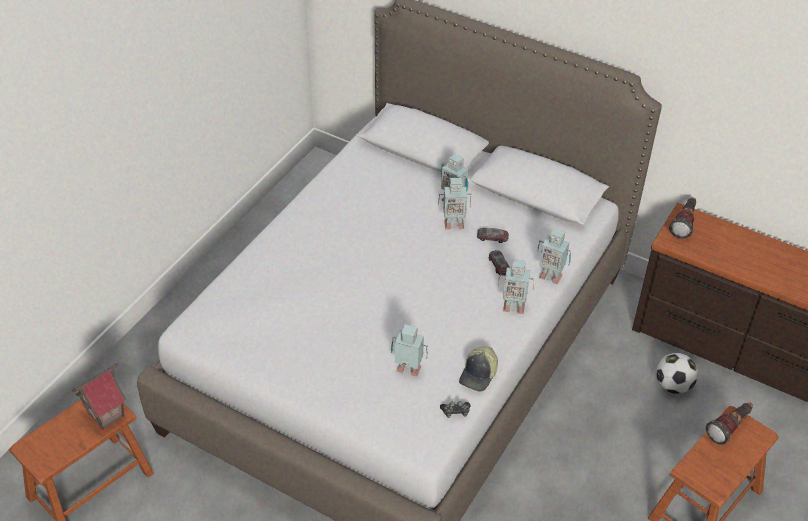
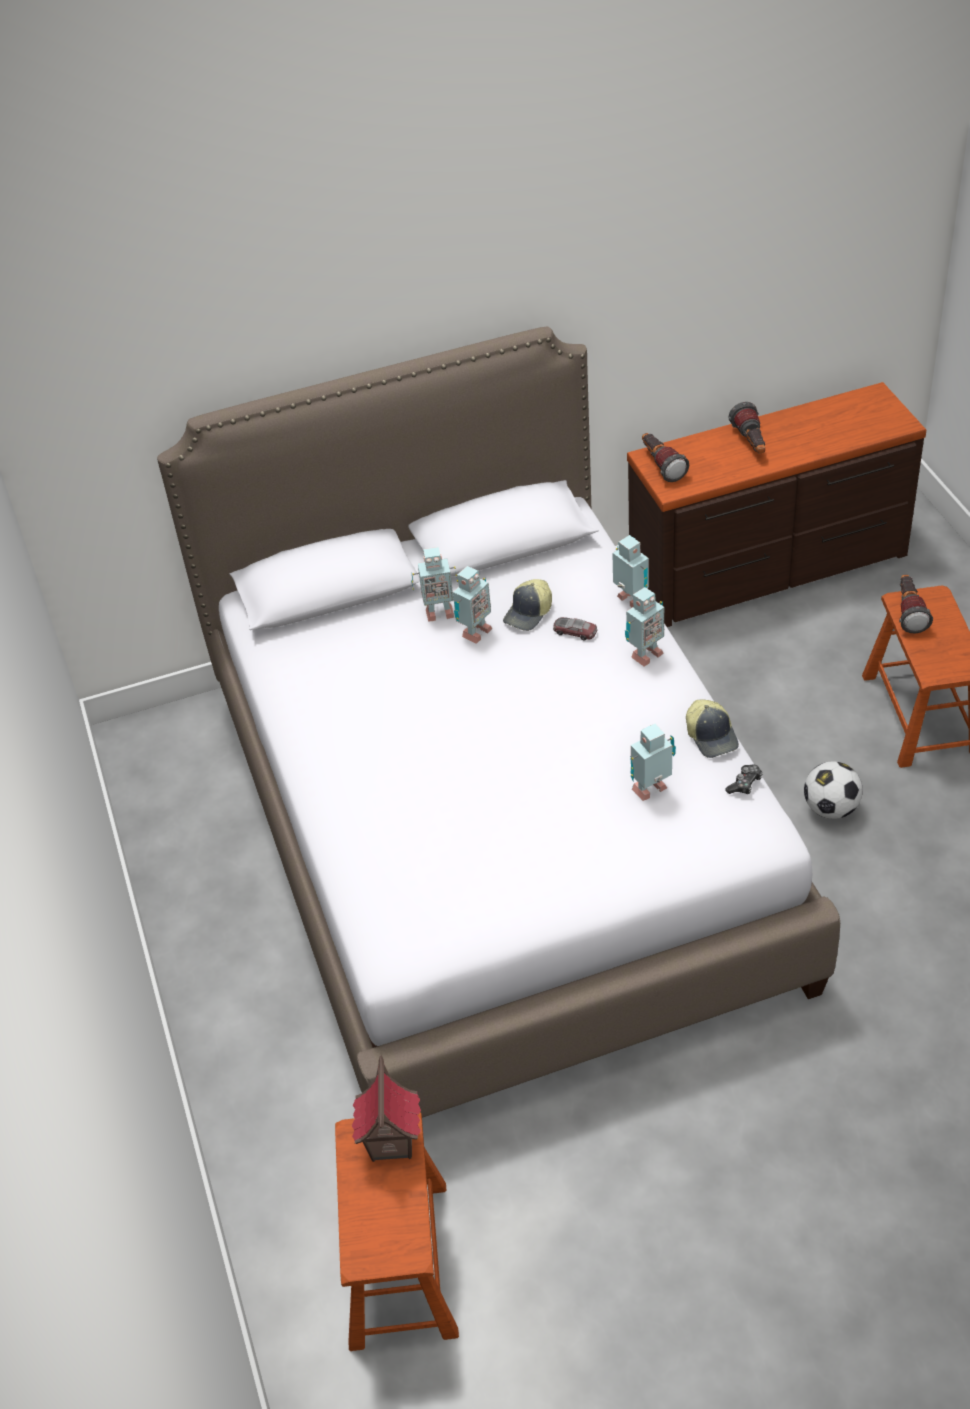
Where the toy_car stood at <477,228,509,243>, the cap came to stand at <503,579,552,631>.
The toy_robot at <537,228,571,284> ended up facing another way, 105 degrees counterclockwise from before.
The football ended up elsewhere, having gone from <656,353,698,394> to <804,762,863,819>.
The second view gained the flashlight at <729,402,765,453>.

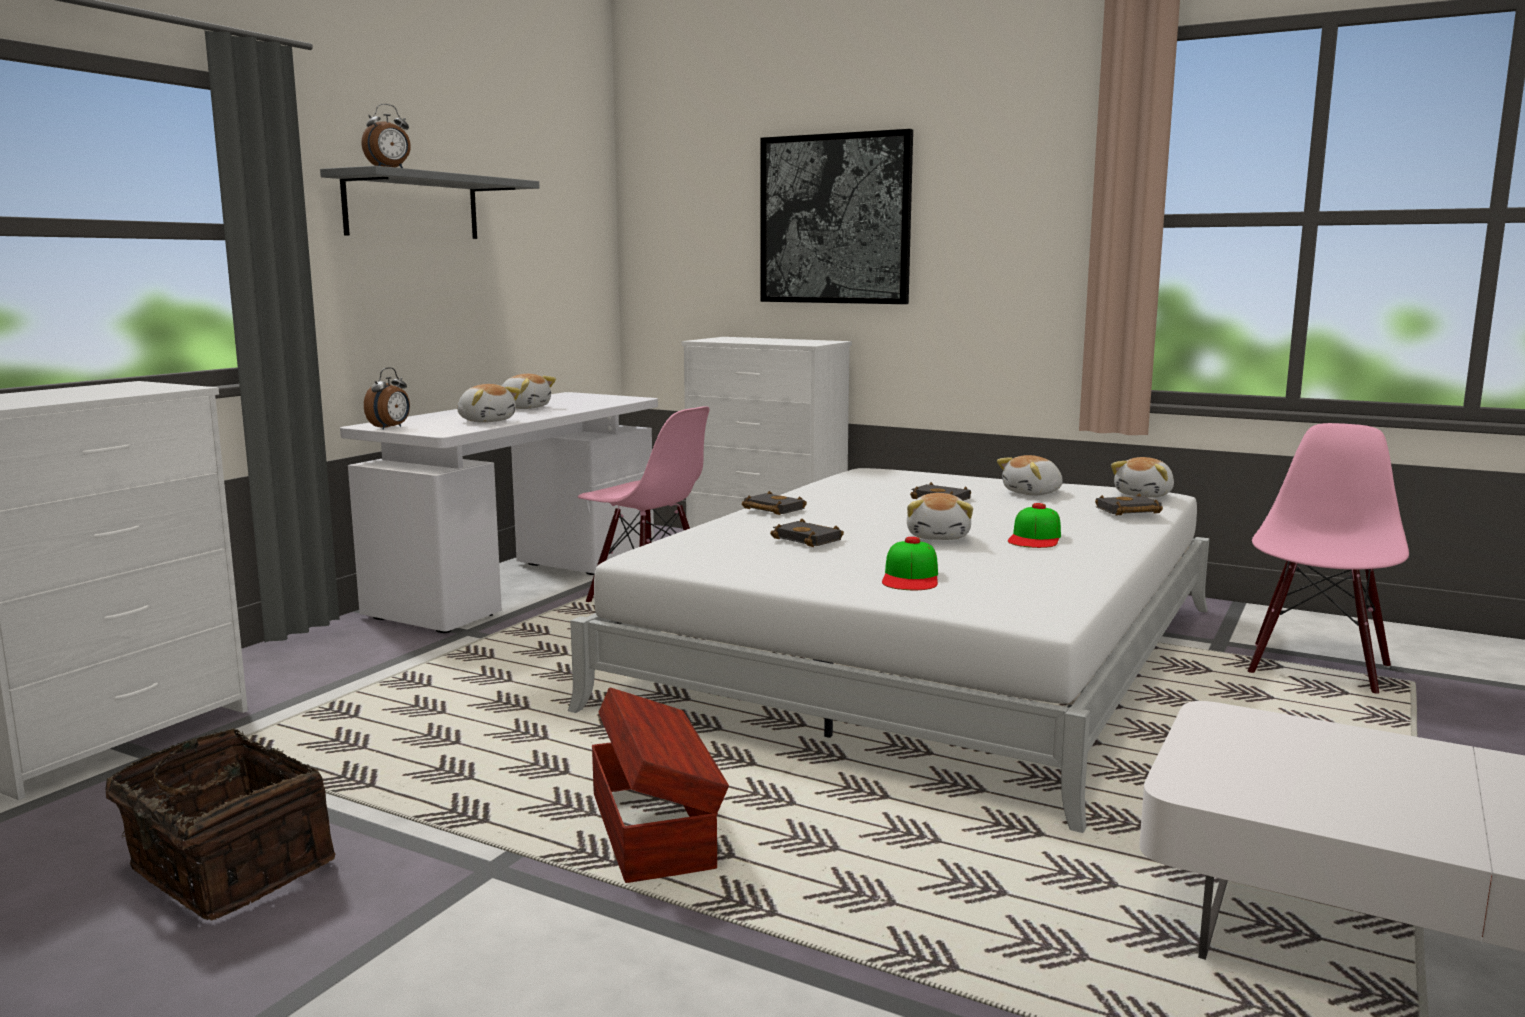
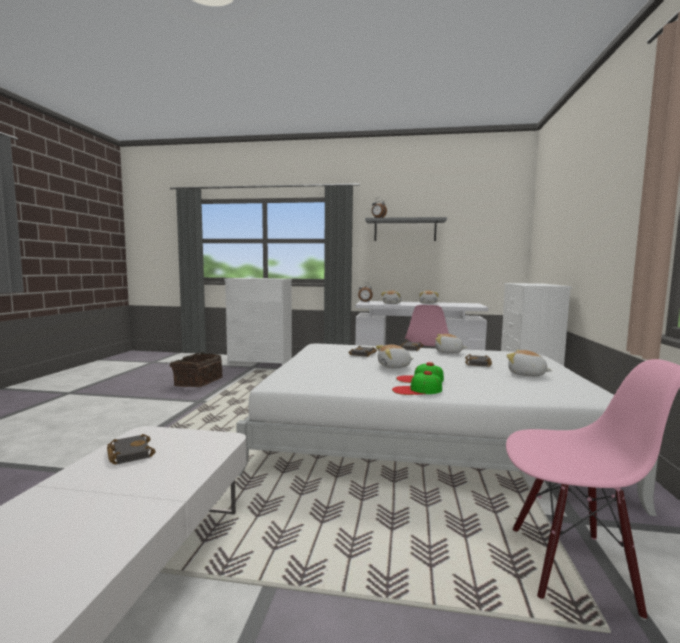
The second view lost the brown_storage_box at <592,687,729,883>.
The second view lost the picture at <760,129,913,304>.
The cap ended up elsewhere, having gone from <882,537,938,590> to <392,371,442,395>.
The black_book ended up elsewhere, having gone from <1095,493,1163,515> to <107,434,156,464>.
The plush_toy ended up elsewhere, having gone from <1111,457,1174,498> to <435,334,467,353>.

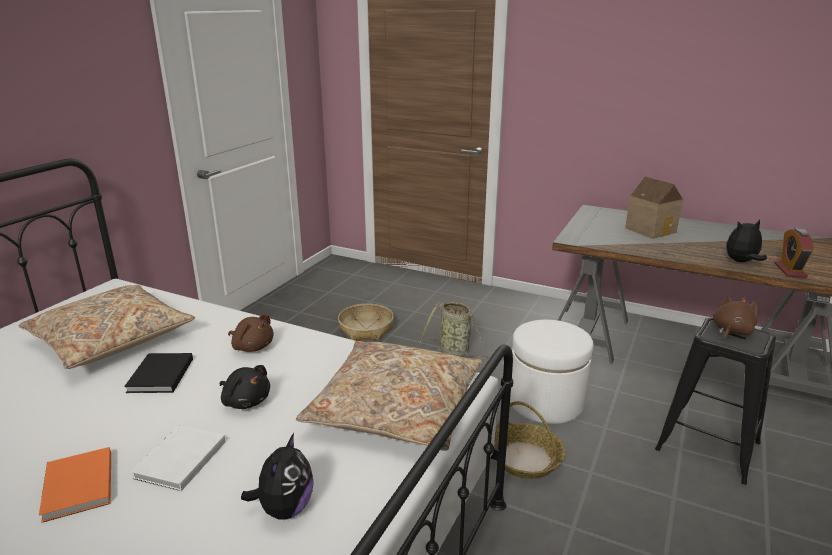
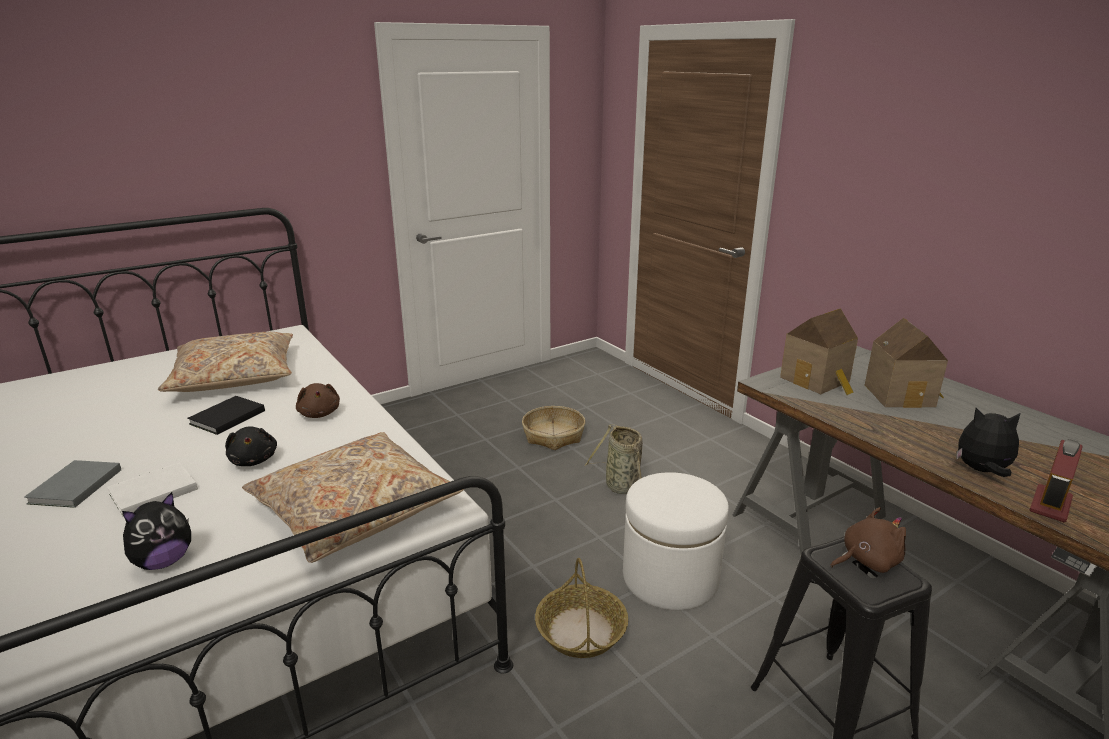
What was the orange_book at <39,447,111,523> turned into the grey_book at <24,460,121,508>.
The second view gained the toy_house at <780,308,858,395>.

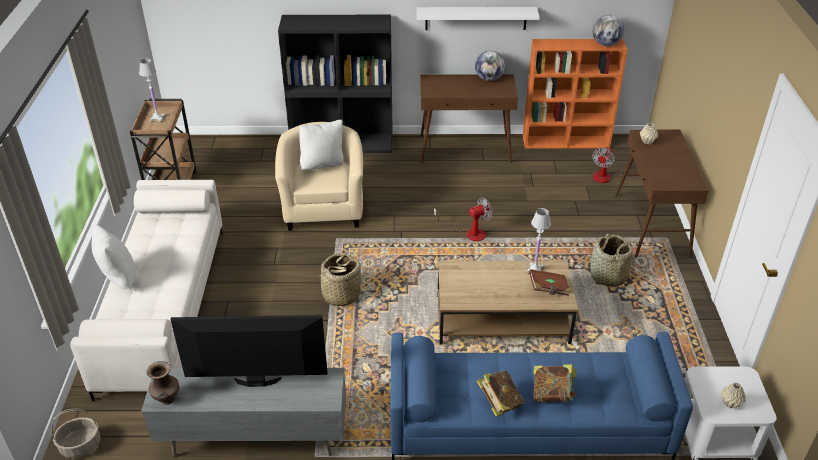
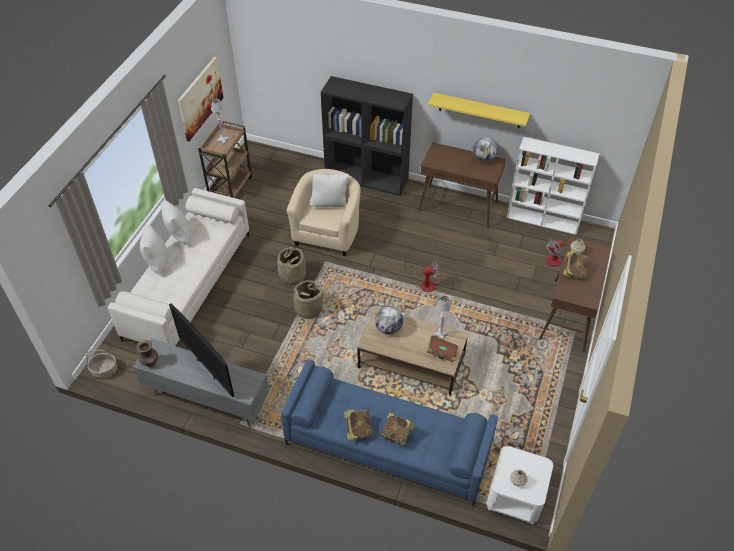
The television at <171,315,327,387> ended up facing another way, 150 degrees counterclockwise from before.
What was the white_shelf at <416,7,540,30> turned into the yellow_shelf at <428,93,530,128>.
What was the orange_bookcase at <523,39,628,149> turned into the white_bookcase at <506,137,600,235>.
The basket ended up elsewhere, having gone from <590,234,633,287> to <277,247,306,286>.
The globe ended up elsewhere, having gone from <593,15,624,46> to <375,306,403,334>.
The second view gained the white_pillow at <162,200,191,245>.
The second view gained the picture at <178,57,223,141>.
The second view gained the book at <563,250,589,280>.

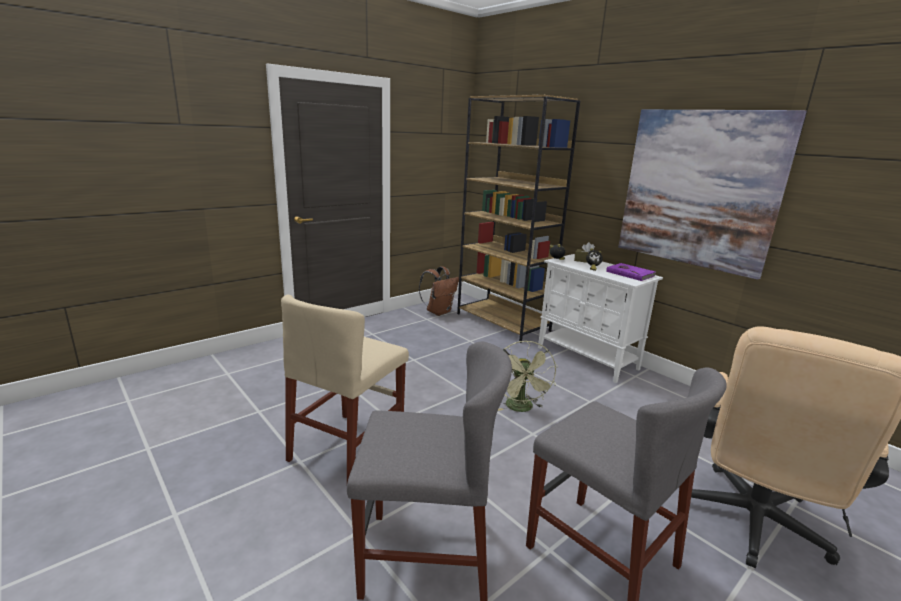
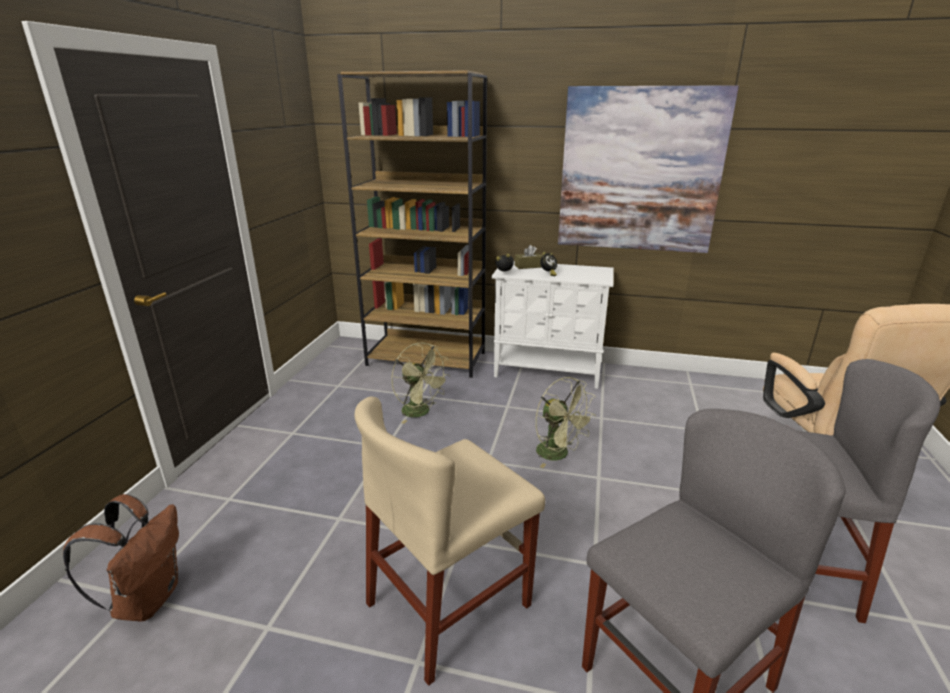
The beige_chair at <281,294,409,482> ended up facing another way, 60 degrees clockwise from before.
The brown_backpack ended up elsewhere, having gone from <419,266,459,316> to <63,494,179,621>.
The second view lost the purple_book at <606,263,656,281>.
The second view gained the green_fan at <392,343,451,424>.

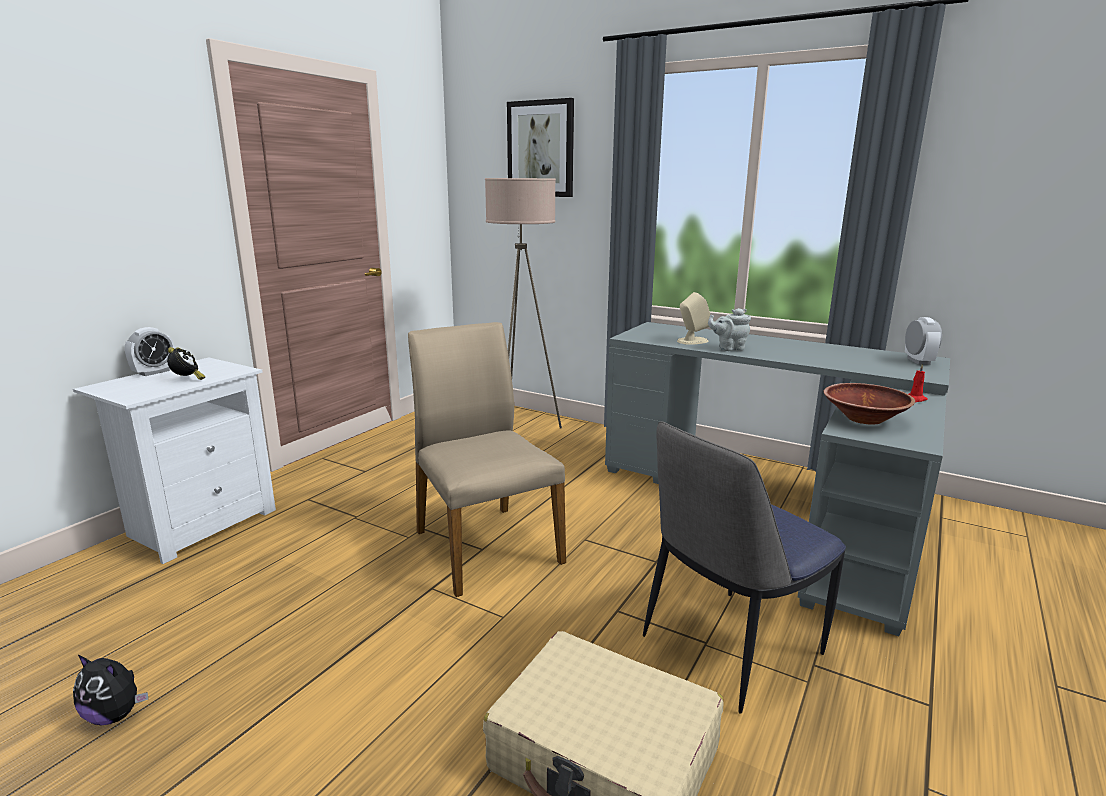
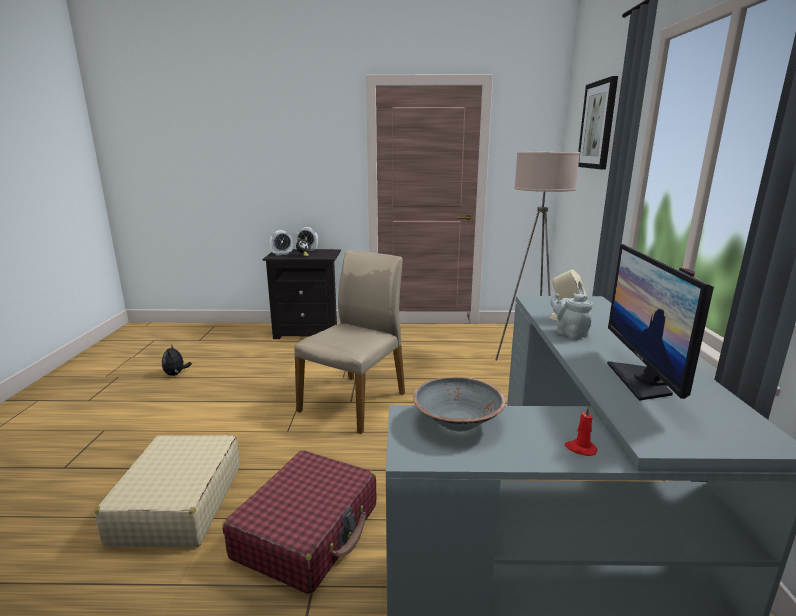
What was the white_nightstand at <73,357,276,564> turned into the black_nightstand at <263,249,341,339>.
Where the chair stood at <643,421,846,714>, the red_suitcase came to stand at <223,450,377,595>.
What was the brown_bowl at <824,383,915,425> turned into the grey_bowl at <413,377,506,431>.
The alarm_clock ended up elsewhere, having gone from <905,317,942,365> to <270,230,293,256>.
The second view gained the monitor at <607,244,714,401>.

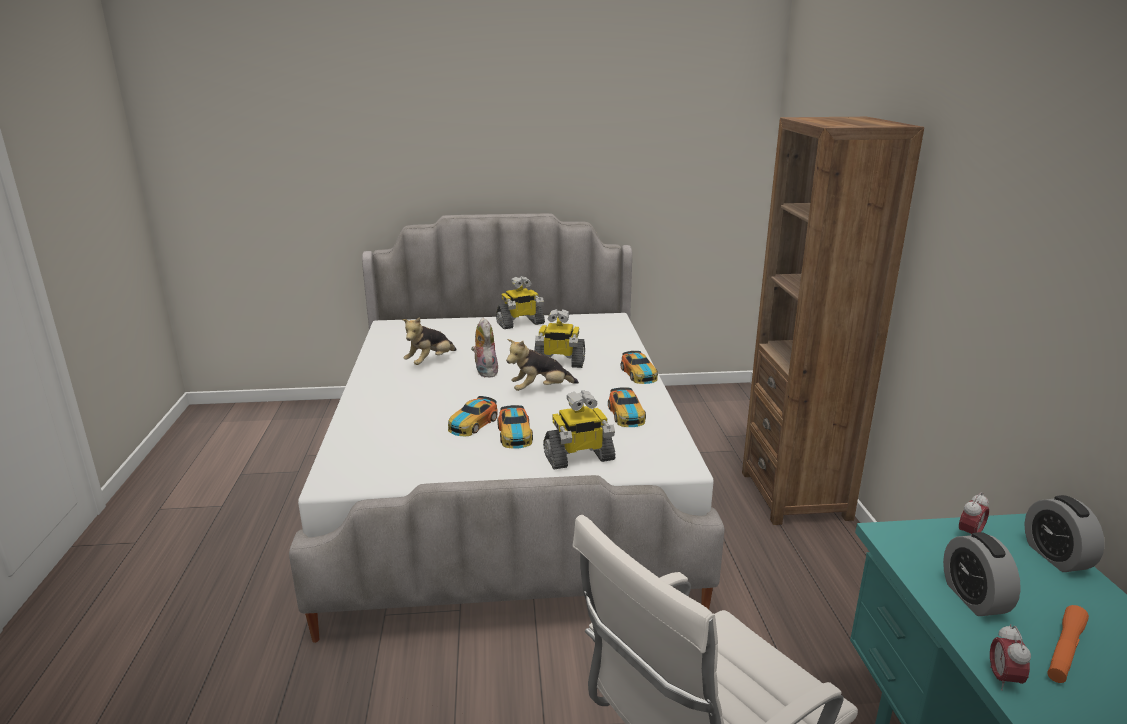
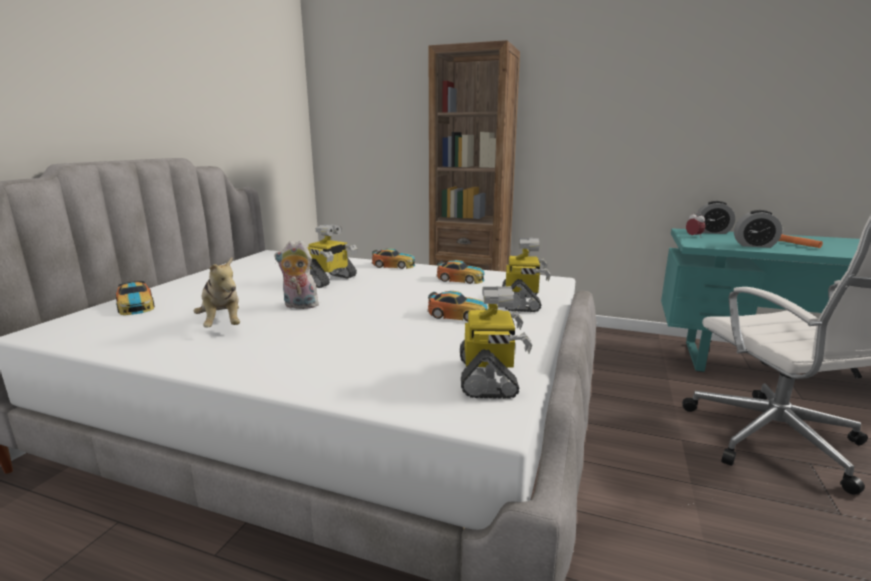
The toy_car ended up elsewhere, having gone from <448,396,498,437> to <115,281,155,315>.
The toy_robot ended up elsewhere, having gone from <496,276,545,329> to <460,286,532,399>.
The second view lost the plush_toy at <506,339,579,391>.
The second view lost the alarm_clock at <990,624,1031,691>.

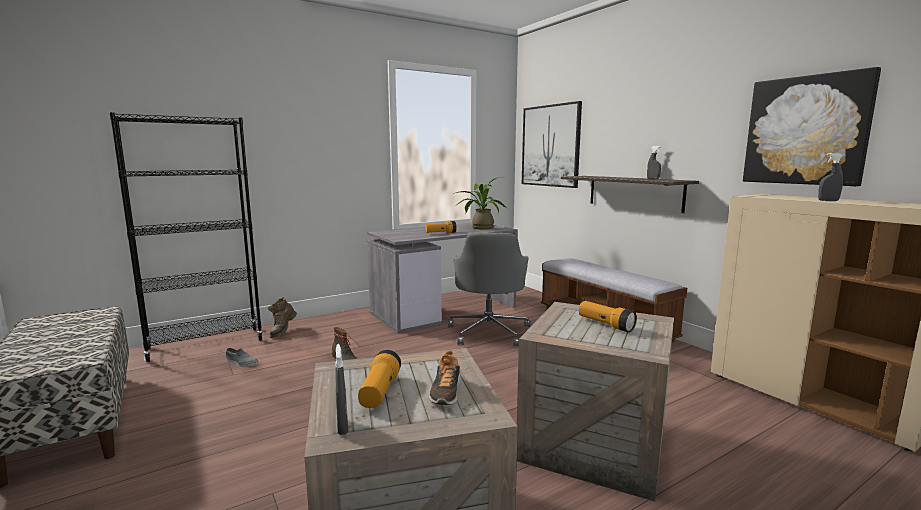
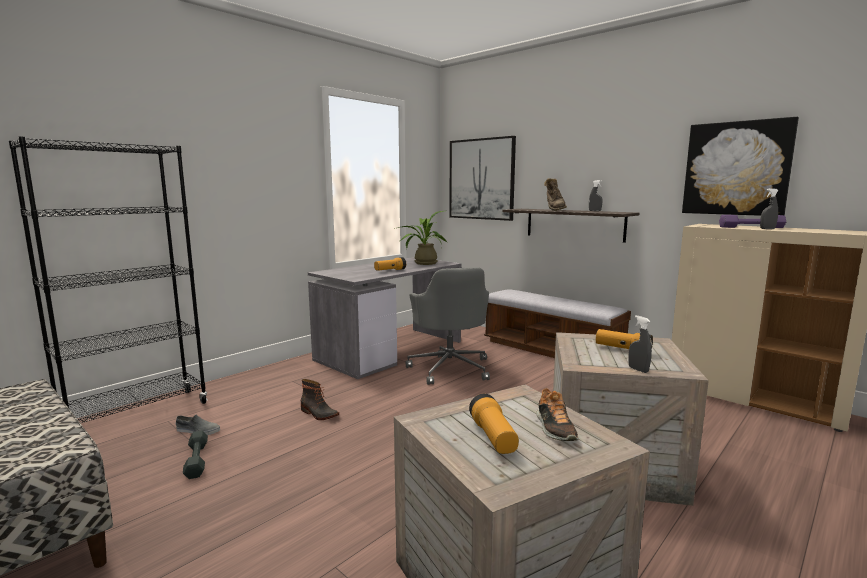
The brown_boot ended up elsewhere, having gone from <268,297,297,338> to <544,178,567,211>.
The grey_spray_bottle ended up elsewhere, having gone from <335,344,348,435> to <629,315,652,373>.
The second view gained the grey_dumbbell at <183,430,208,479>.
The second view gained the purple_dumbbell at <719,215,786,228>.

